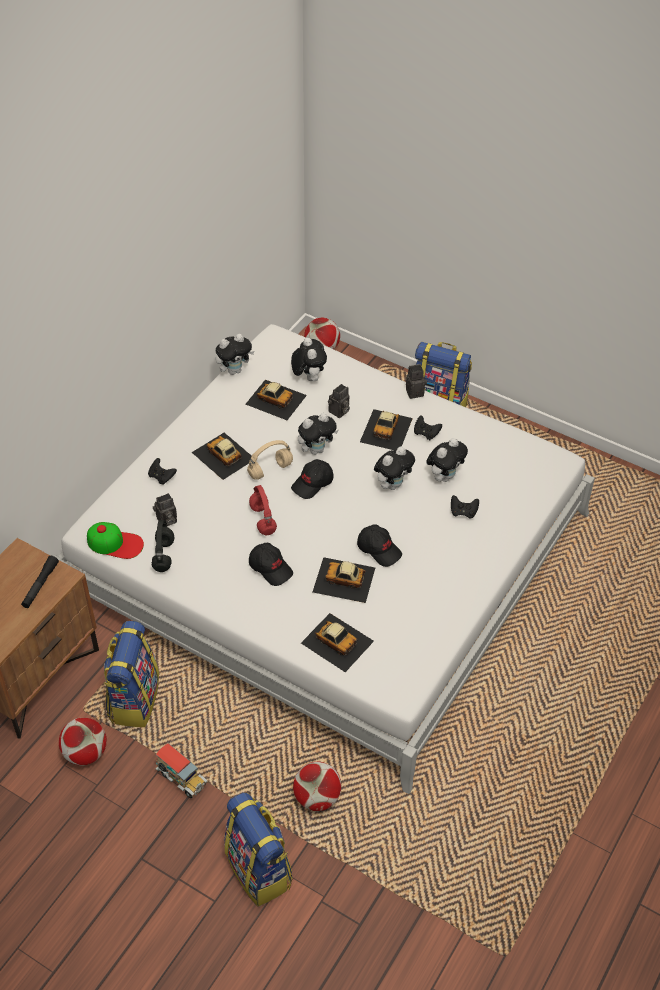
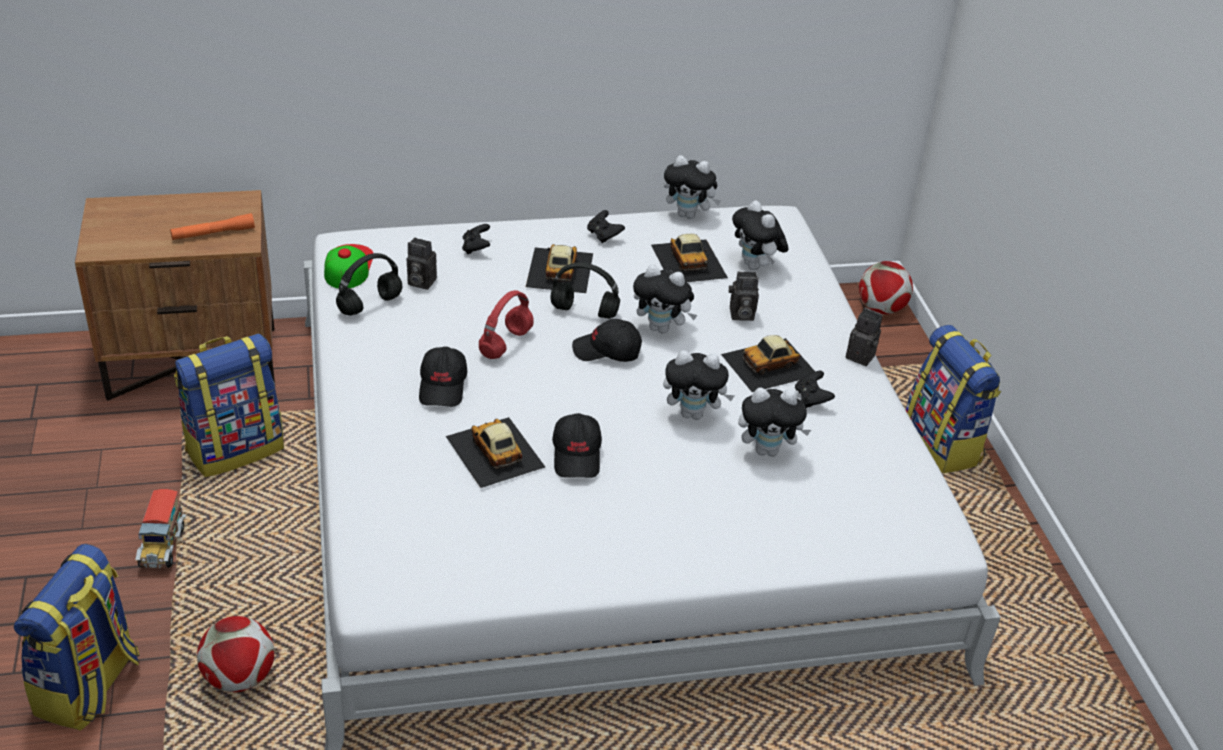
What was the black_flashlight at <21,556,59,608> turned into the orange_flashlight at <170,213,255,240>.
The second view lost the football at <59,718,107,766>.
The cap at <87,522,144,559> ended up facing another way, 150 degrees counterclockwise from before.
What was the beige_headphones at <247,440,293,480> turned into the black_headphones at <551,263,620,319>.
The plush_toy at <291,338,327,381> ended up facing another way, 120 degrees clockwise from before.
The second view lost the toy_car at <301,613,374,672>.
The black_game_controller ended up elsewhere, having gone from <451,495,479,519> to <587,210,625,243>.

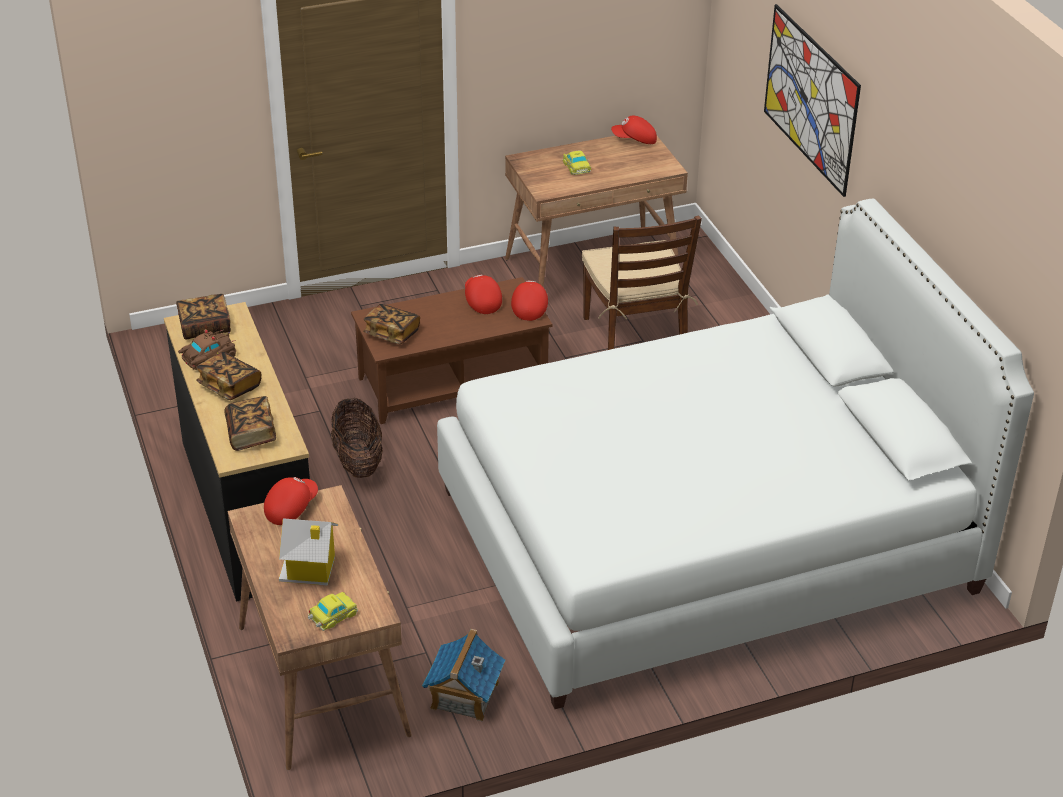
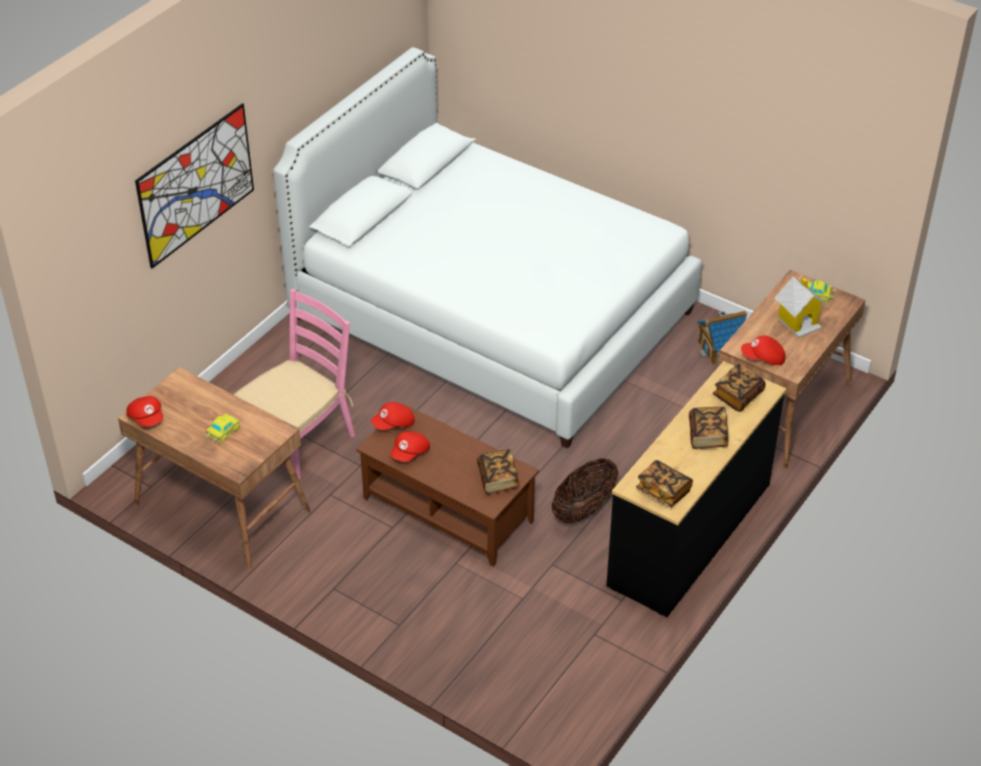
The second view lost the brown_toy_car at <178,329,236,370>.
What was the brown_chair at <582,215,702,350> turned into the pink_chair at <234,289,355,480>.

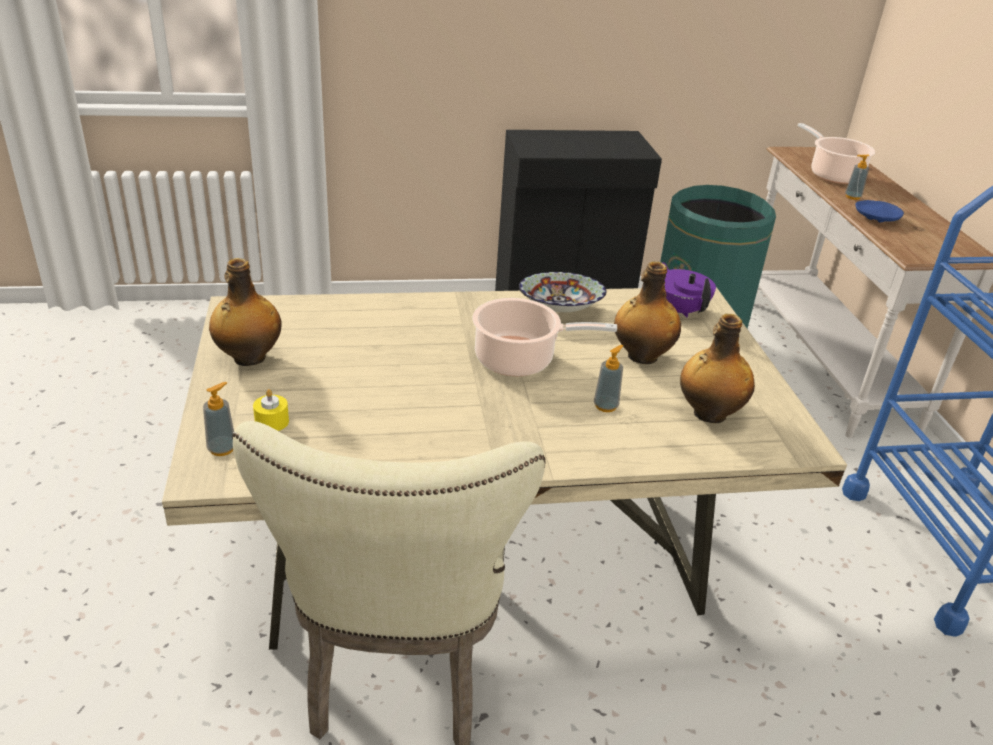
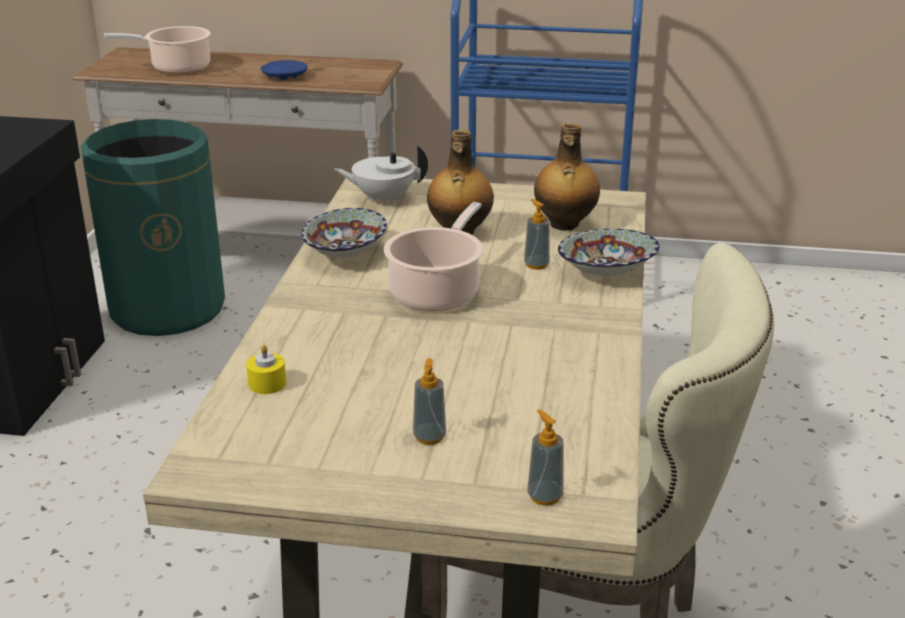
The second view lost the bottle at <209,258,281,366>.
The yellow_candle ended up elsewhere, having gone from <253,389,289,431> to <246,345,286,394>.
What was the purple_teapot at <661,262,716,318> turned into the white_teapot at <334,145,428,205>.
The soap_dispenser ended up elsewhere, having gone from <845,155,869,200> to <413,358,446,445>.
The second view gained the bowl at <558,229,659,276>.

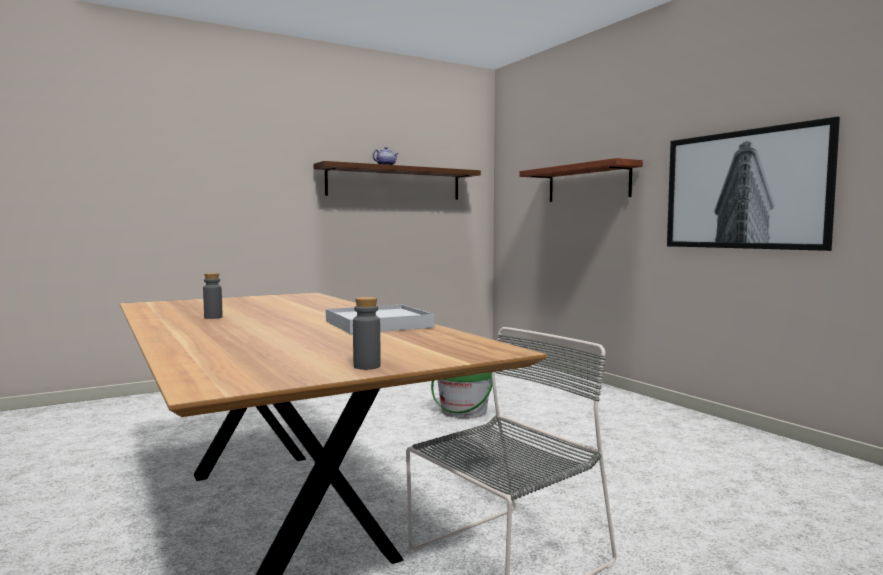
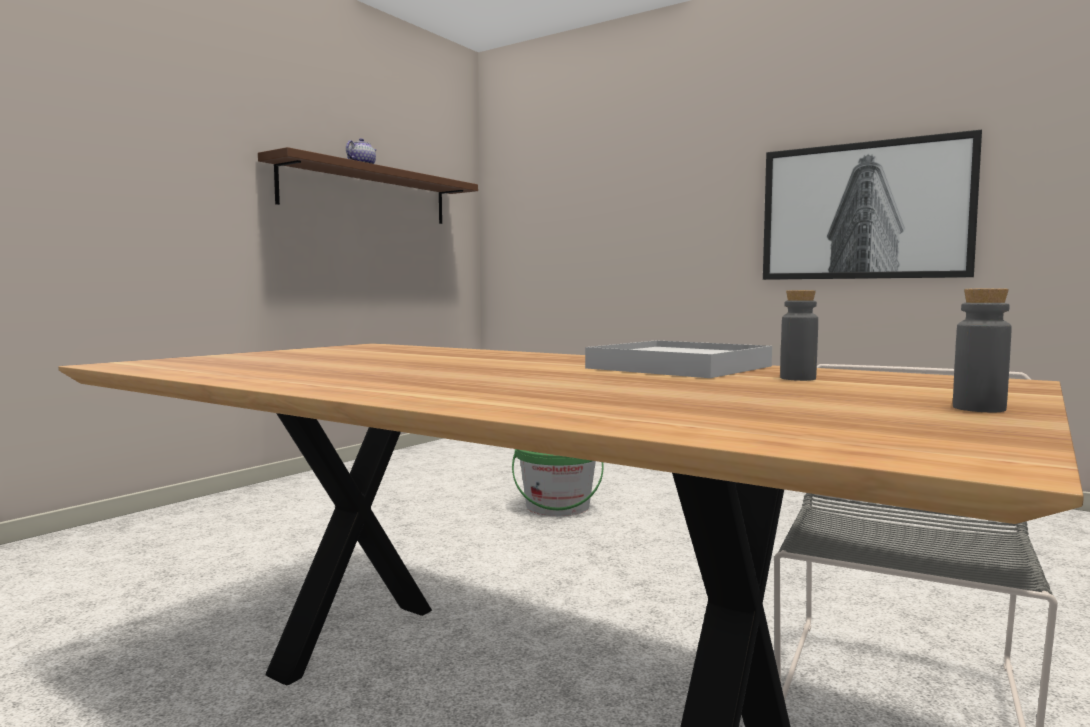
The grey_bottle ended up elsewhere, having gone from <203,273,223,319> to <780,290,818,381>.
The second view lost the shelf at <519,158,643,202>.

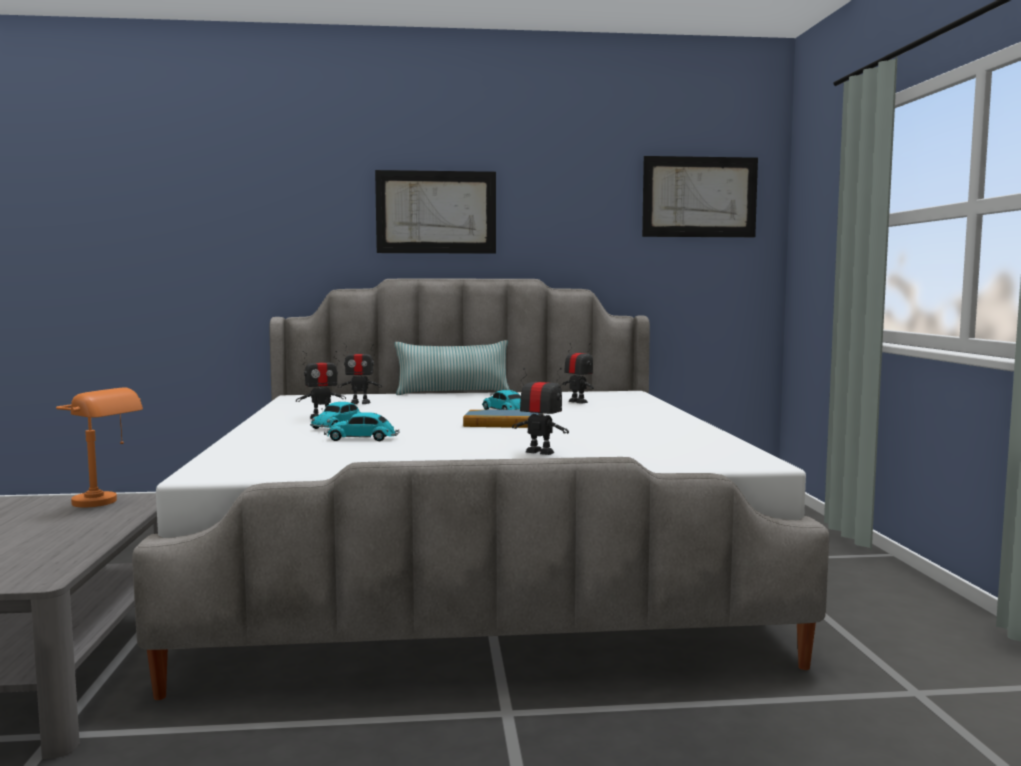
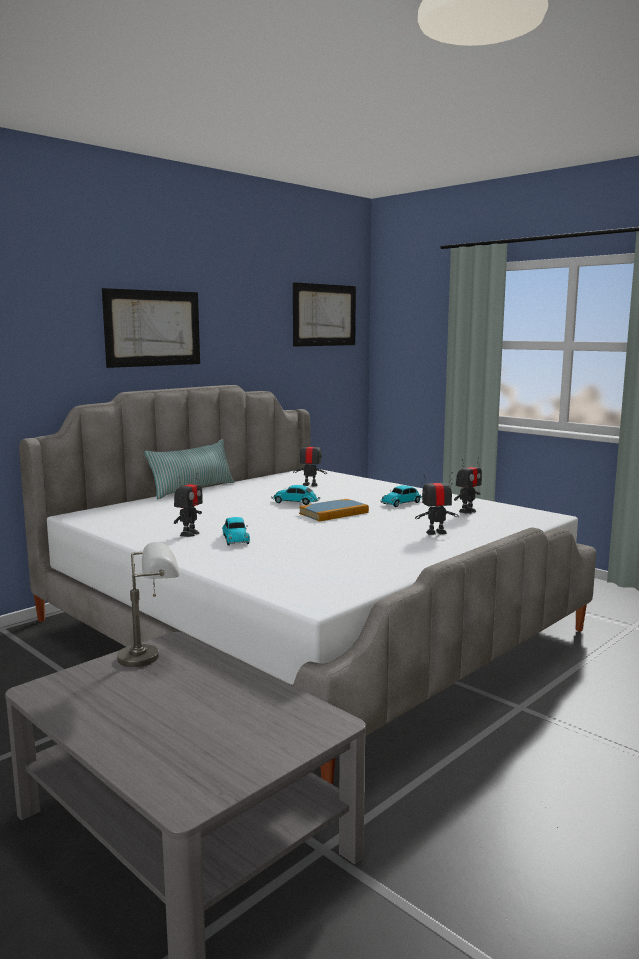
What was the orange_table_lamp at <56,388,143,507> turned into the grey_table_lamp at <117,542,180,667>.
The toy_car ended up elsewhere, having gone from <324,412,399,441> to <380,485,422,507>.
The toy_robot ended up elsewhere, having gone from <338,343,382,404> to <454,457,482,514>.

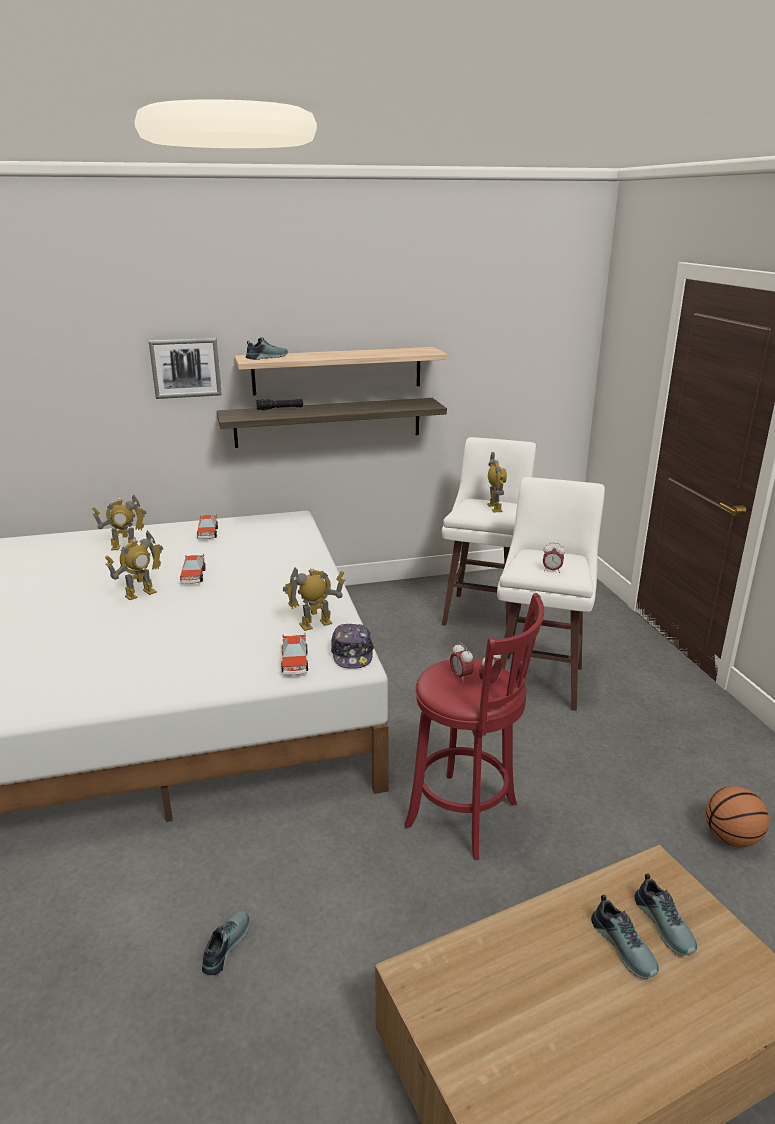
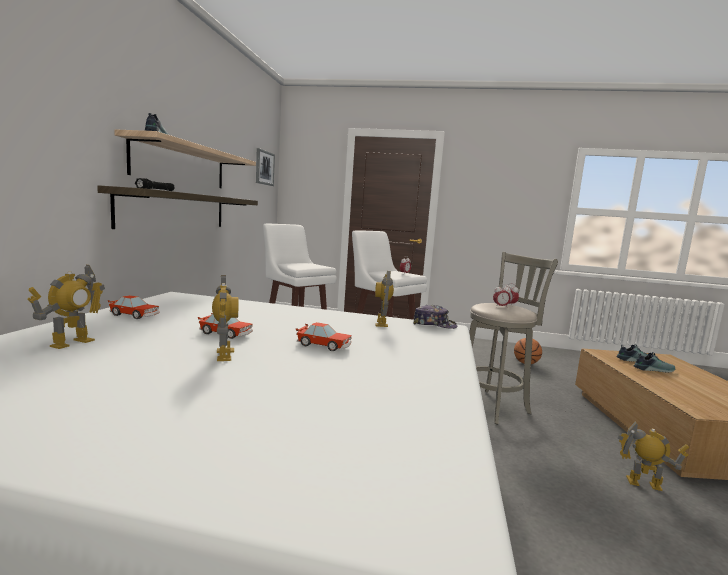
The picture ended up elsewhere, having gone from <149,338,222,399> to <256,148,275,186>.
The second view lost the shoe at <202,910,250,975>.
The toy_car ended up elsewhere, having gone from <281,634,308,675> to <296,322,351,351>.
What was the red_stool at <404,593,544,860> turned into the grey_stool at <469,252,558,424>.
The toy_robot ended up elsewhere, having gone from <487,452,507,512> to <617,421,689,491>.

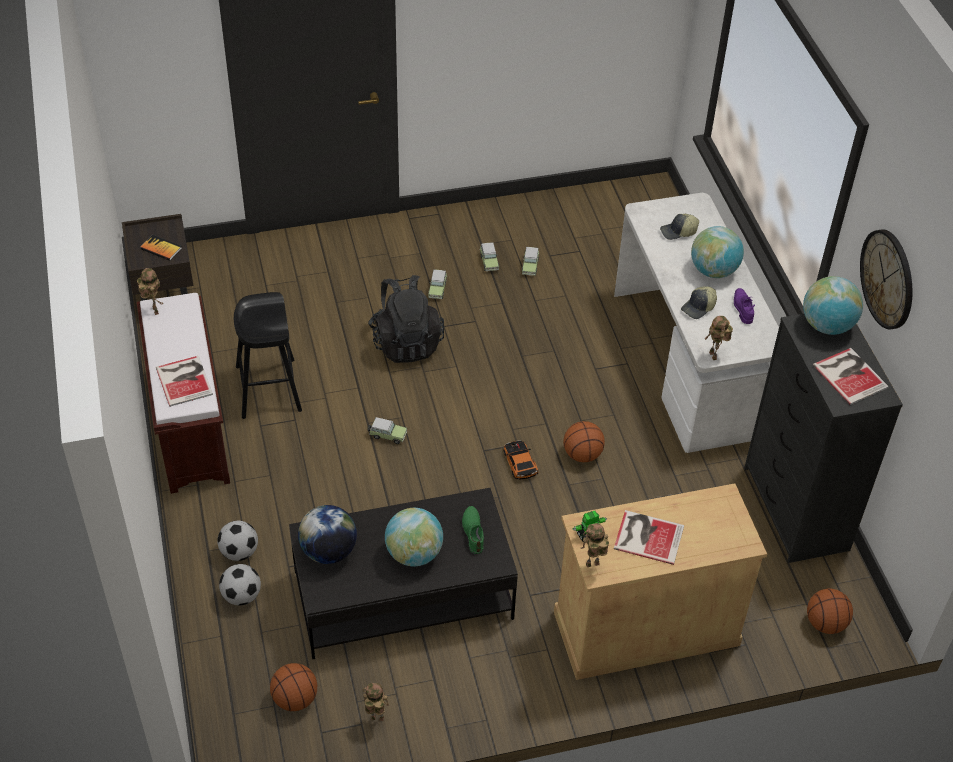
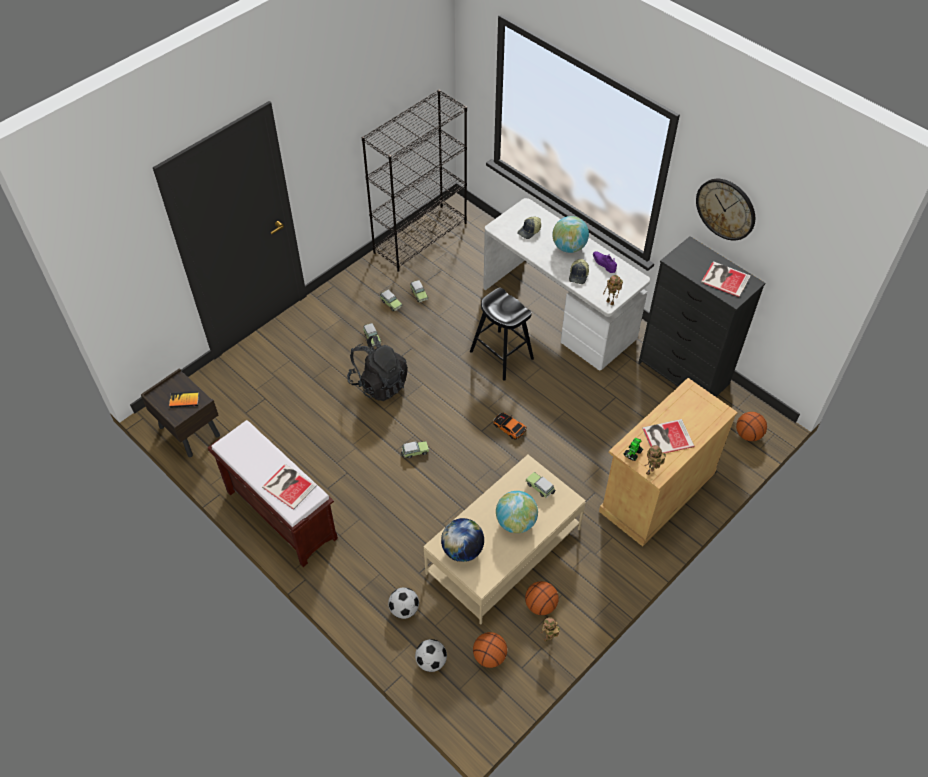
The second view lost the toy_robot at <137,268,162,315>.
The football ended up elsewhere, having gone from <217,521,258,561> to <415,639,447,672>.
The black_stool ended up elsewhere, having gone from <234,292,302,419> to <470,288,534,381>.
What was the black_coffee_table at <289,488,518,659> turned into the beige_coffee_table at <423,455,586,625>.
Where the green_shoe stood at <462,506,484,554>, the toy_car came to stand at <526,472,555,498>.
The basketball ended up elsewhere, having gone from <564,421,605,462> to <525,581,559,615>.
The second view lost the globe at <803,276,863,335>.
The second view gained the black_bookcase at <362,89,467,272>.

